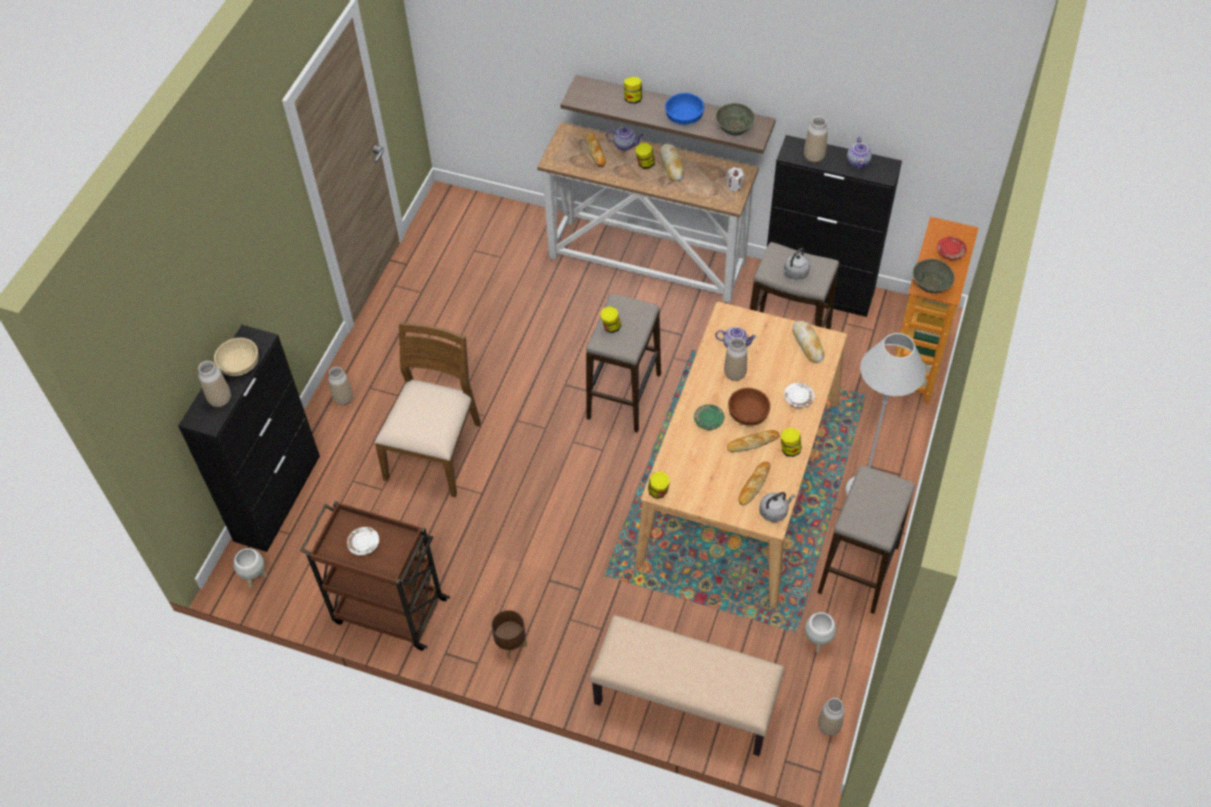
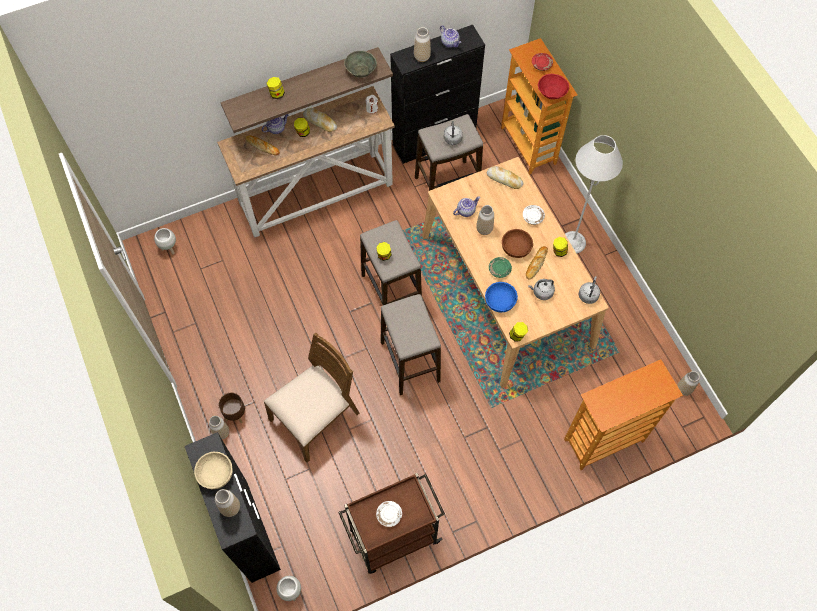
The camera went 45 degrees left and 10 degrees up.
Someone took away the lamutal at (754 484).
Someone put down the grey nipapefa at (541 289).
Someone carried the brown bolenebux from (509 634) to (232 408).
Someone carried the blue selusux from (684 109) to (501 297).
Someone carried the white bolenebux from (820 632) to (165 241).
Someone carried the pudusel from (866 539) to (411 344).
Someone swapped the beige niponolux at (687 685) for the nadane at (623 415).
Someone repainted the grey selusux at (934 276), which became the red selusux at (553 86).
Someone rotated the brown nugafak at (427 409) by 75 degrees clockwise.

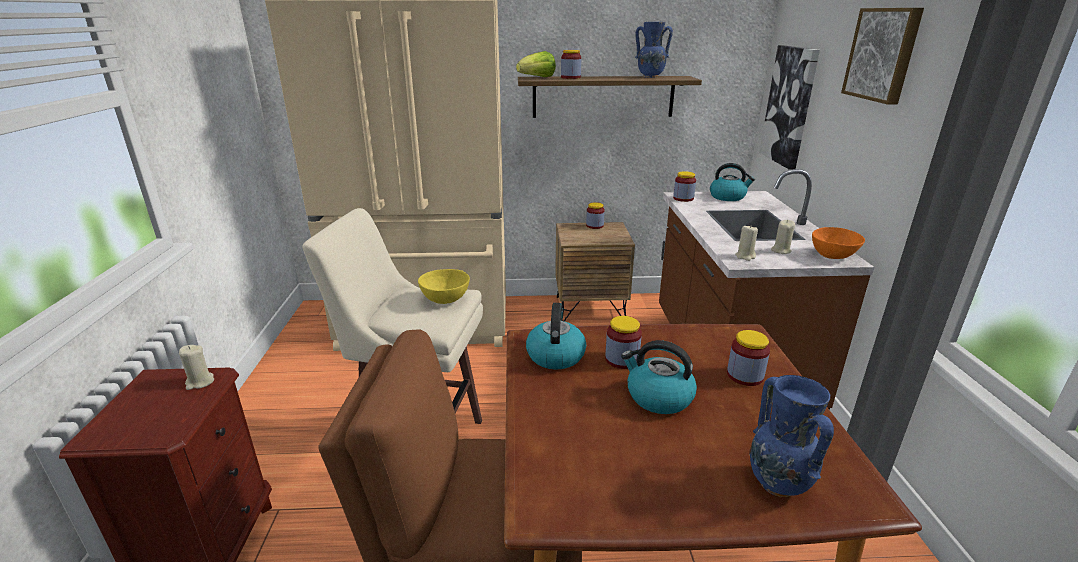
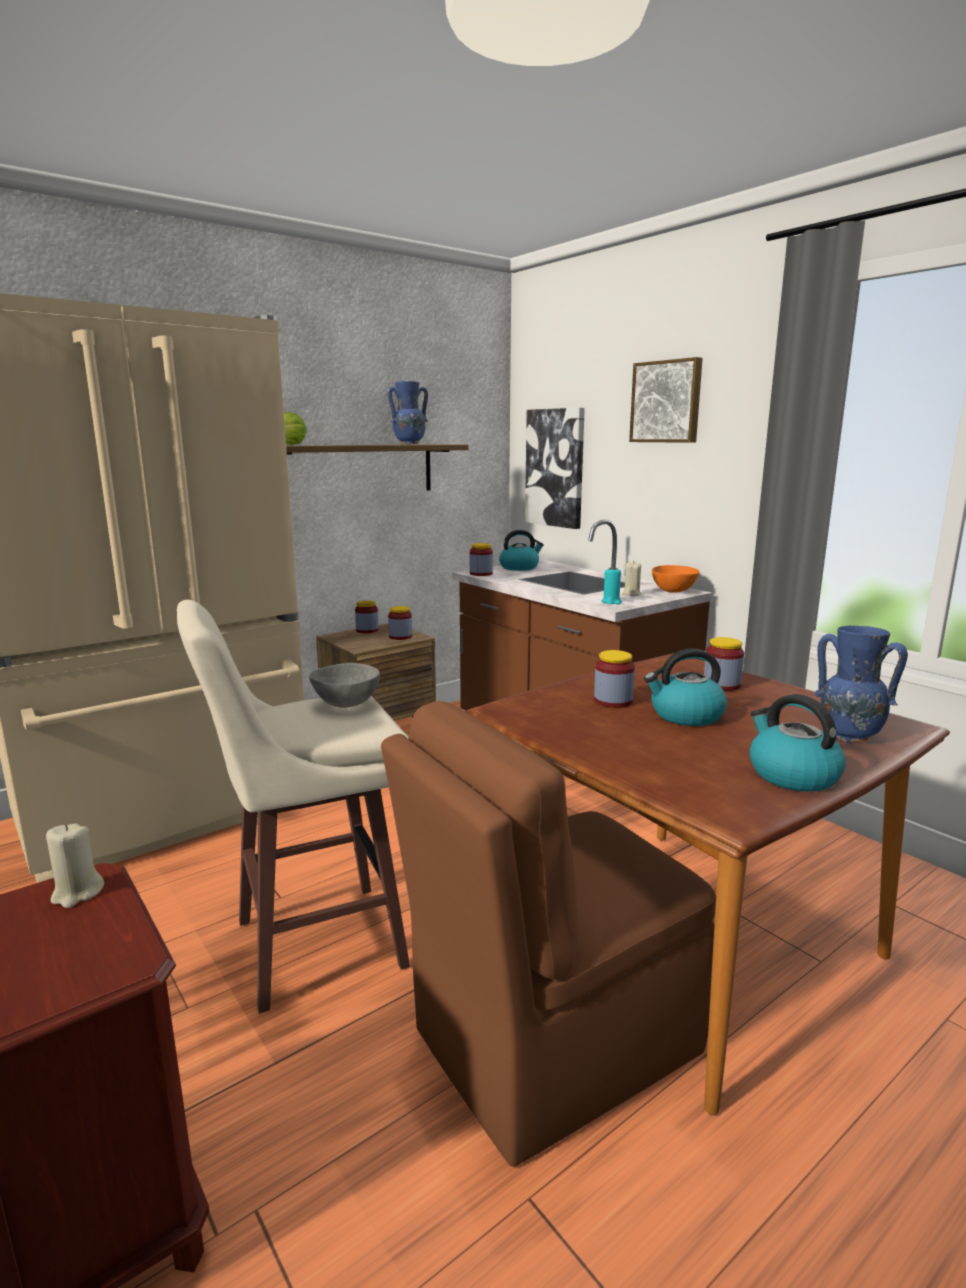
The camera went 35 degrees left and 10 degrees down.
Someone carried the nipapefa from (556 336) to (798 743).
Someone carried the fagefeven from (571 64) to (400 623).
Someone repainted the yellow selusux at (444 286), which became the grey selusux at (344 685).
Someone repainted the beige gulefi at (746 243), which became the turquoise gulefi at (612 585).

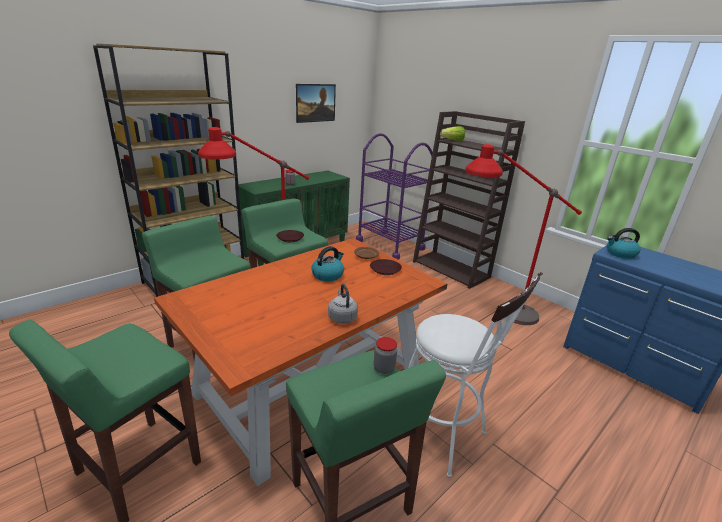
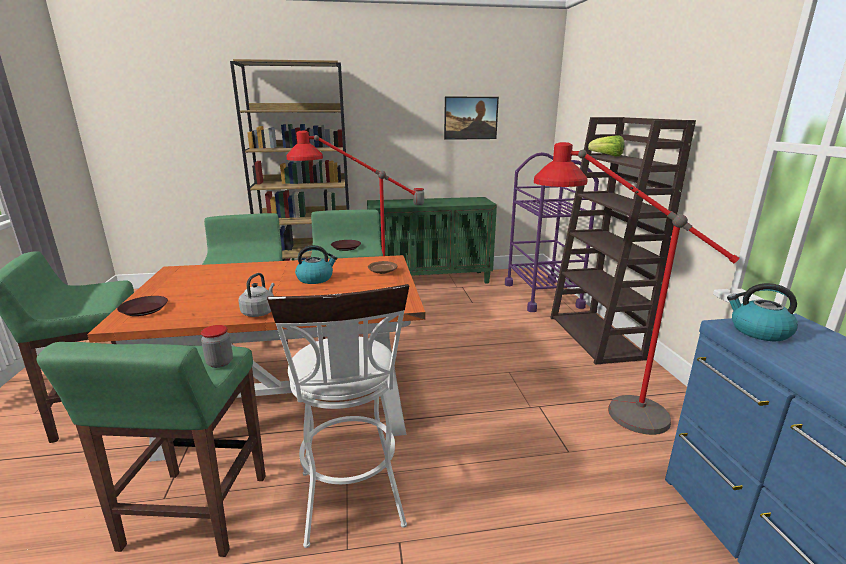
The camera went 35 degrees right and 5 degrees down.
Someone carried the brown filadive from (386 267) to (142 306).

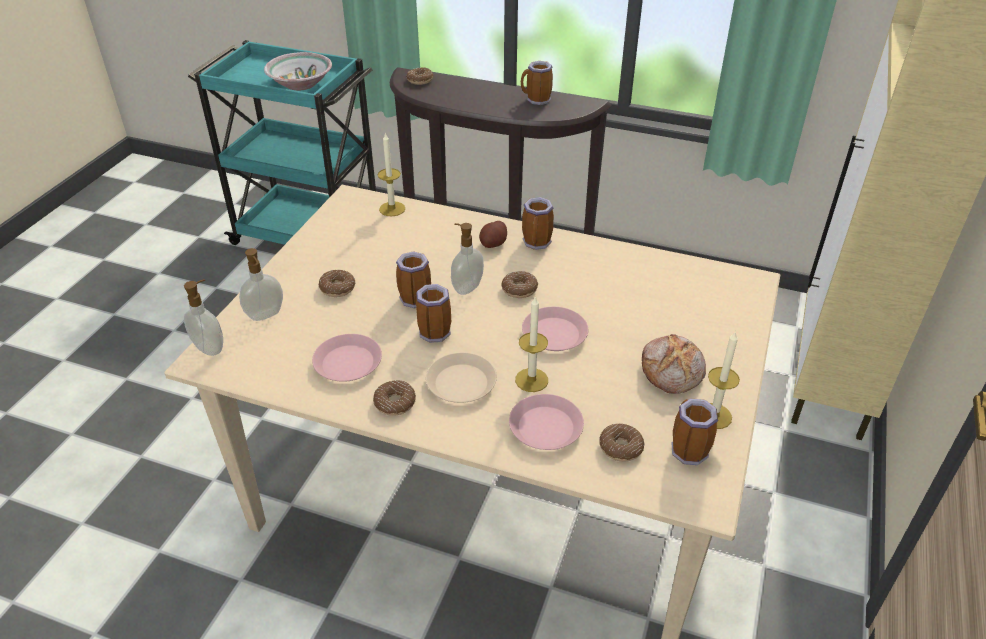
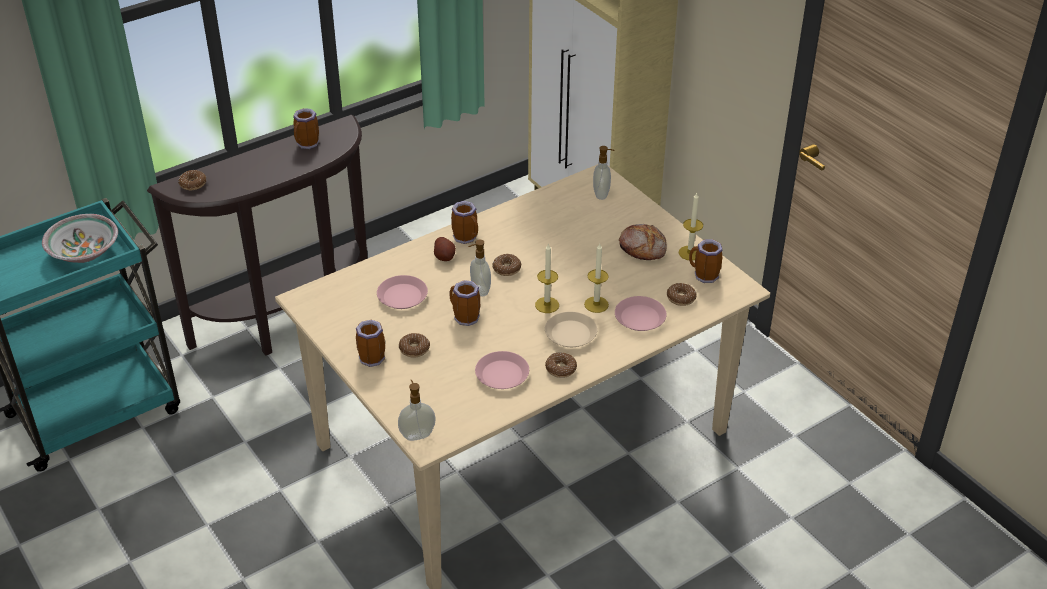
The camera went 55 degrees left and 0 degrees up.
Someone carried the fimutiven from (261 284) to (603 173).
Someone carried the gulefi from (391 174) to (547 278).
Someone carried the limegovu from (433 313) to (370 343).
Someone carried the pink filadive from (555 329) to (402 292).

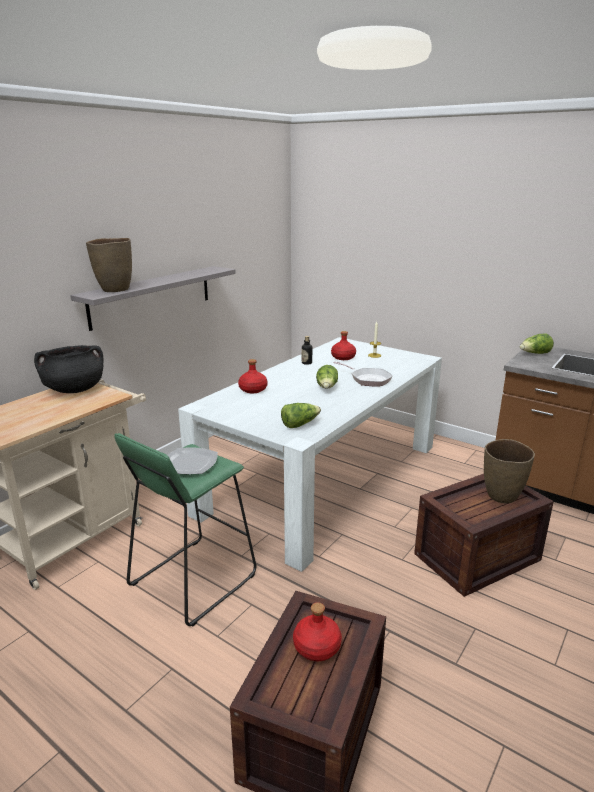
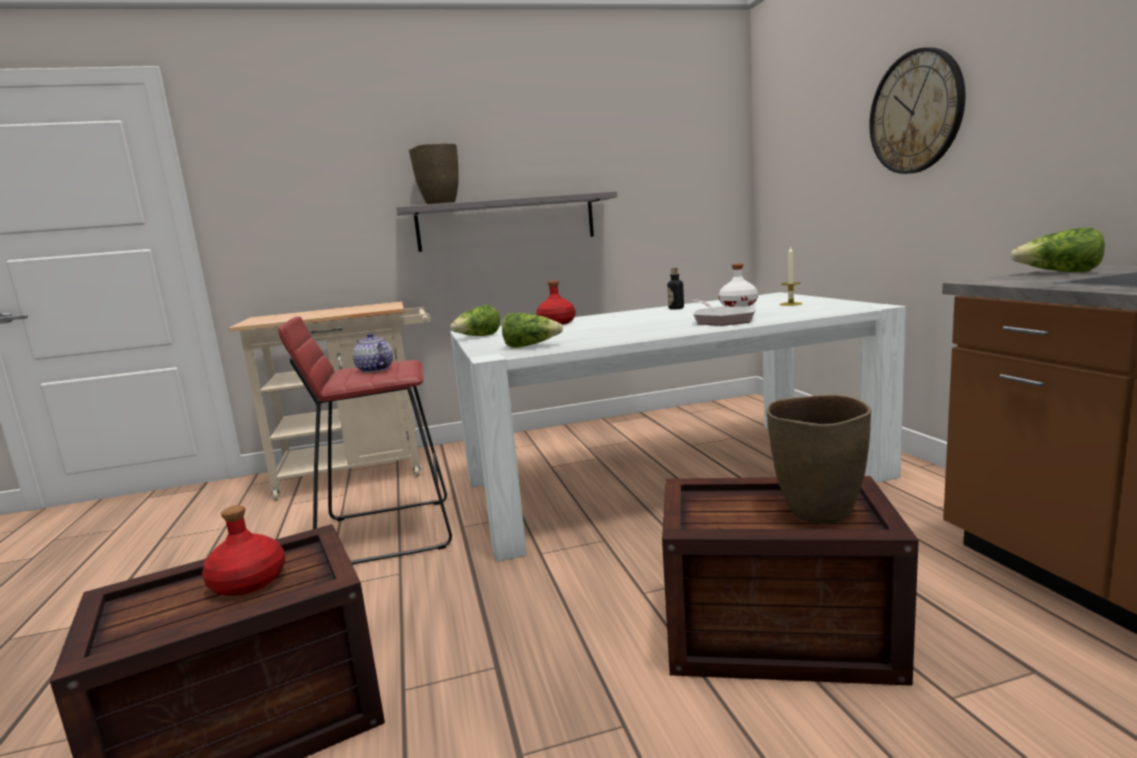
The camera went 40 degrees right and 10 degrees down.
Someone took away the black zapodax at (69 369).
Someone put up the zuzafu at (917 110).
Someone carried the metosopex from (327 377) to (475 320).
Someone swapped the filadive at (193 461) for the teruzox at (373 353).
Someone repainted the green pudusel at (185 530), which became the red pudusel at (365 440).
Someone repainted the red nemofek at (343 345), which became the white nemofek at (738 285).

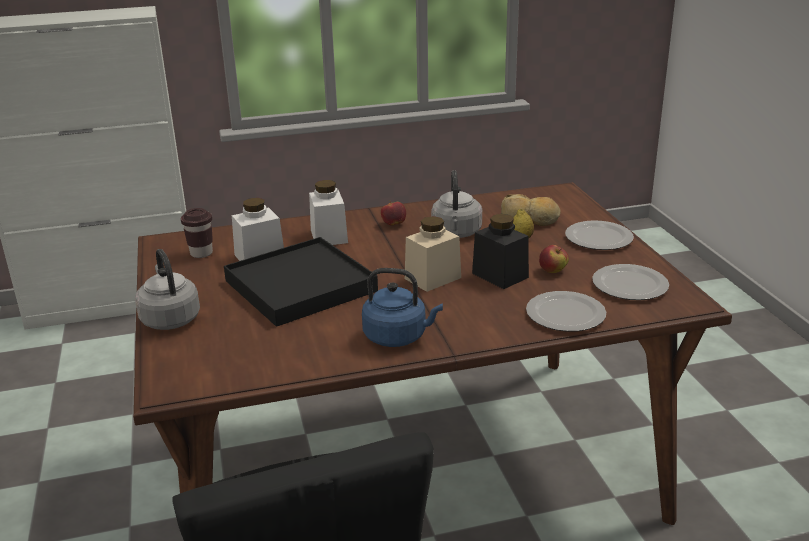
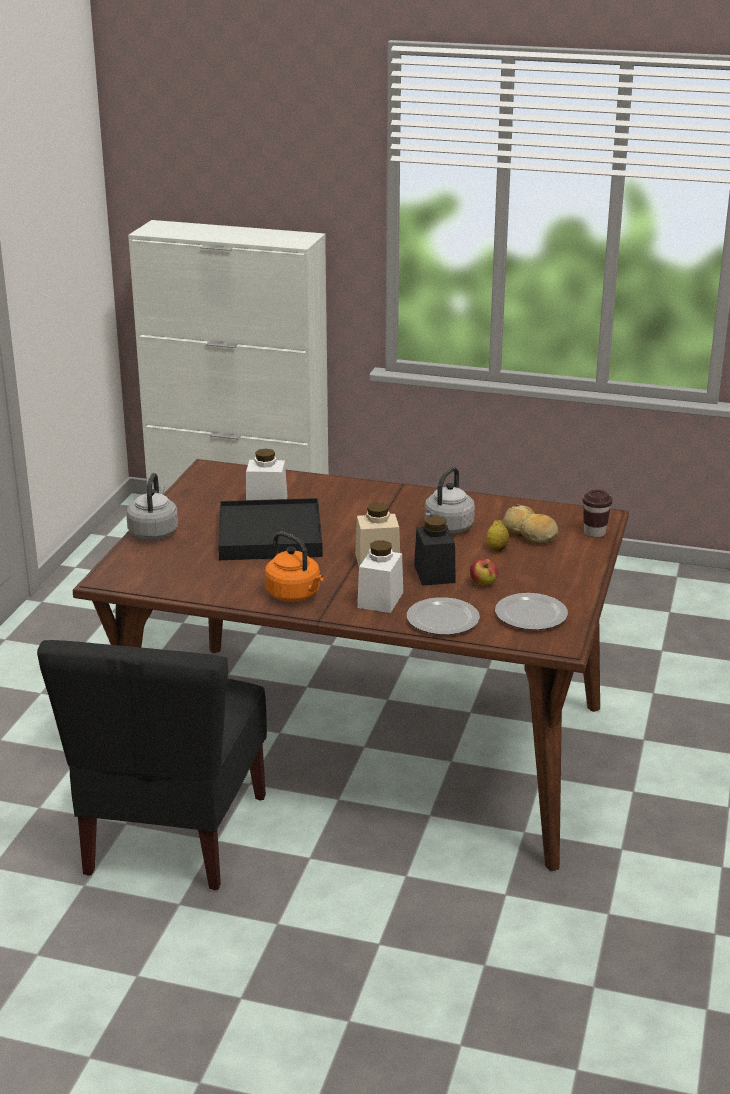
The camera went 30 degrees right and 0 degrees up.
Someone took away the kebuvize at (393 213).
Someone took away the filadive at (599 235).
Someone carried the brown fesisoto from (197 233) to (597 514).
Someone carried the white fagefeven from (328 212) to (380 576).
Someone repainted the blue nipapefa at (402 307), which became the orange nipapefa at (294 567).

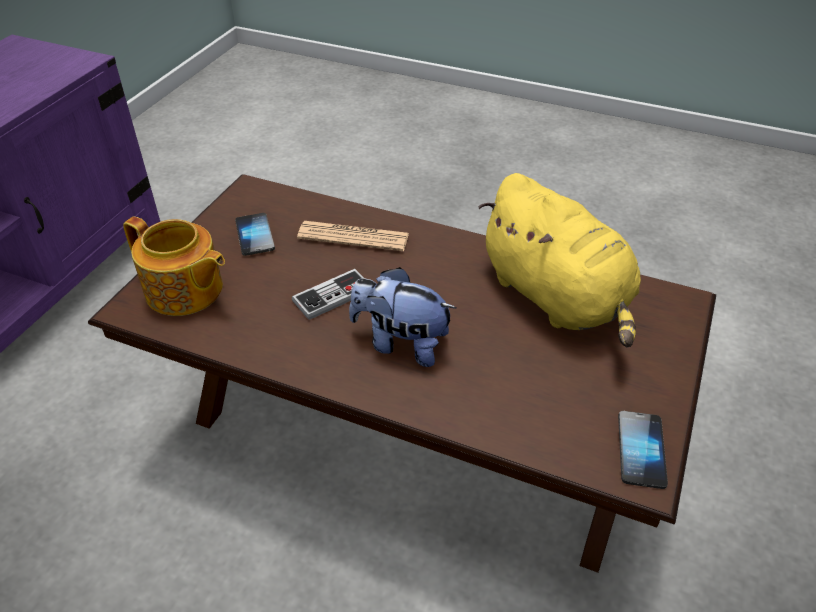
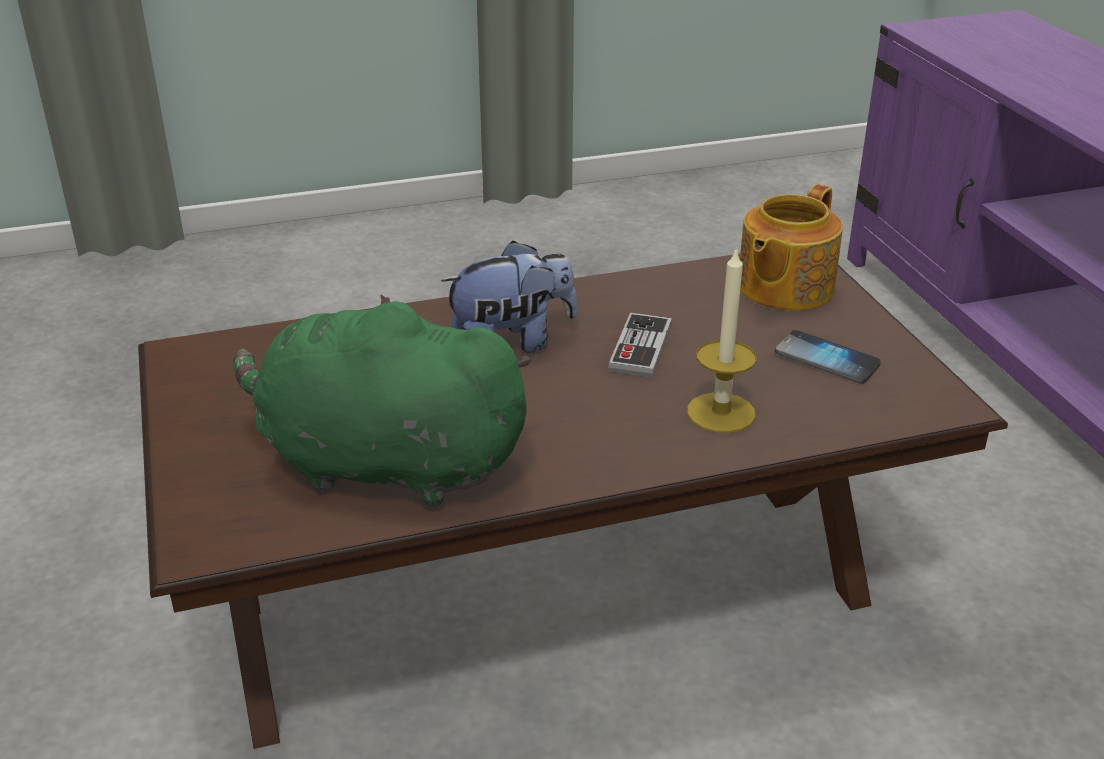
The camera went 140 degrees right and 10 degrees down.
Someone took away the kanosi at (643 450).
Someone swapped the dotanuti at (353 236) for the gulefi at (722 340).
Someone repainted the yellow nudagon at (560 260), which became the green nudagon at (382 400).
Someone rotated the teruzox at (174 266) by 45 degrees counterclockwise.

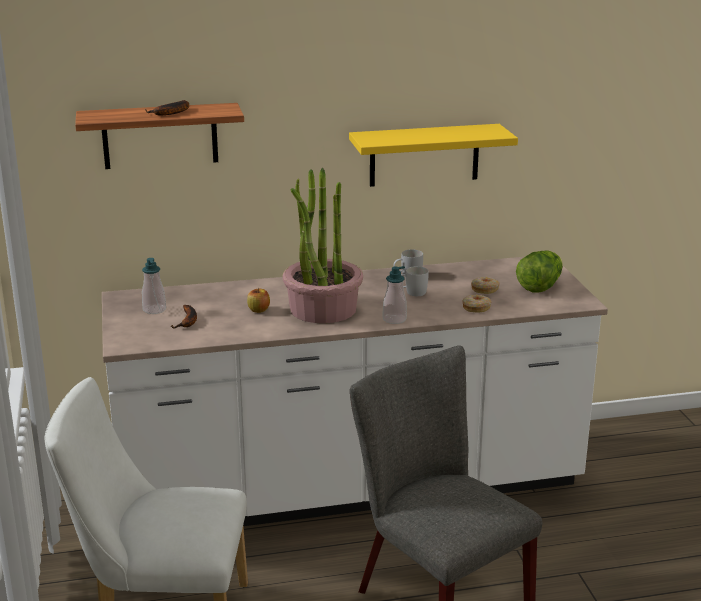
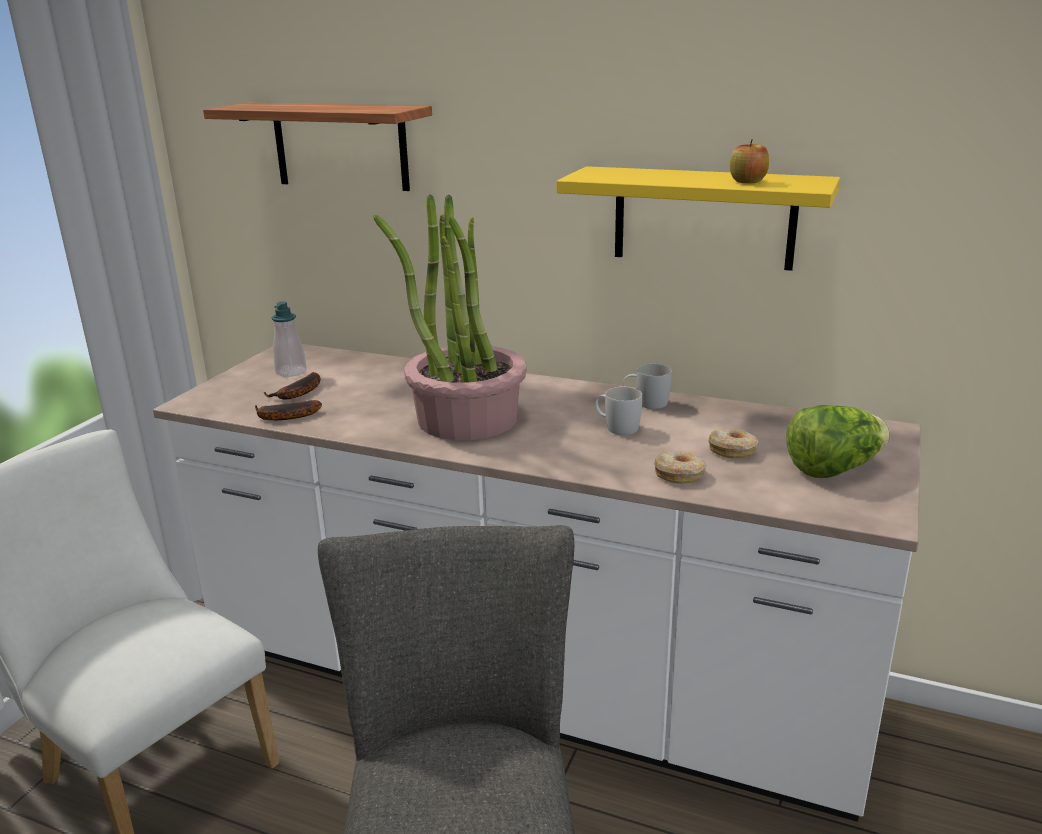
The camera went 35 degrees right and 0 degrees up.
Someone took away the fimutiven at (395 295).
Someone carried the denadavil from (167 108) to (288 410).
Someone carried the kebuvize from (258 300) to (749 161).

